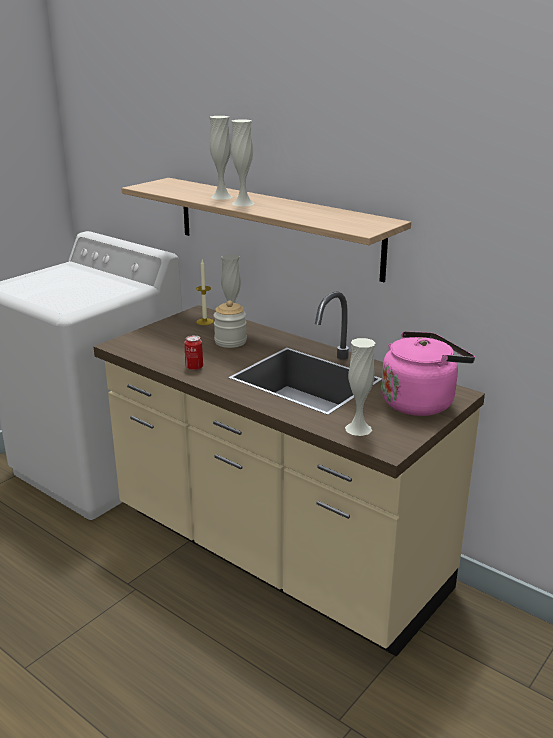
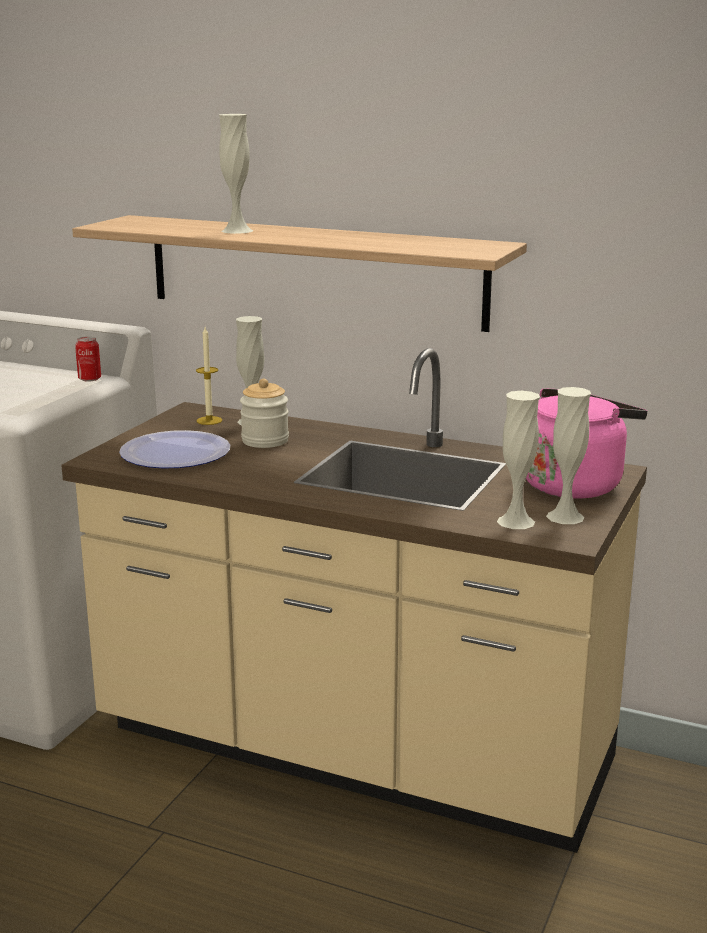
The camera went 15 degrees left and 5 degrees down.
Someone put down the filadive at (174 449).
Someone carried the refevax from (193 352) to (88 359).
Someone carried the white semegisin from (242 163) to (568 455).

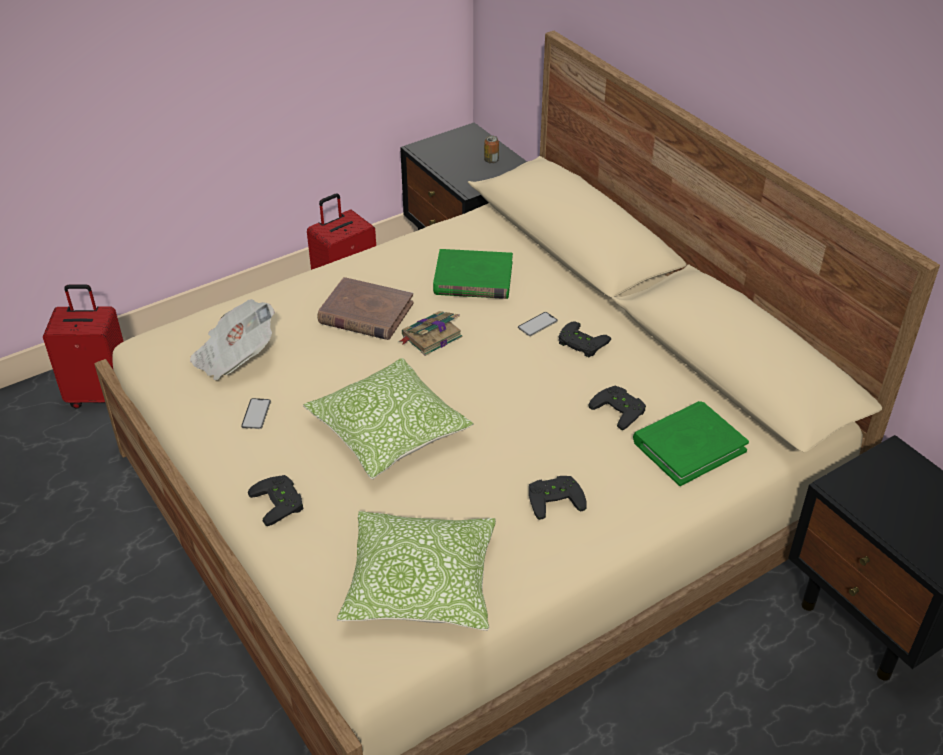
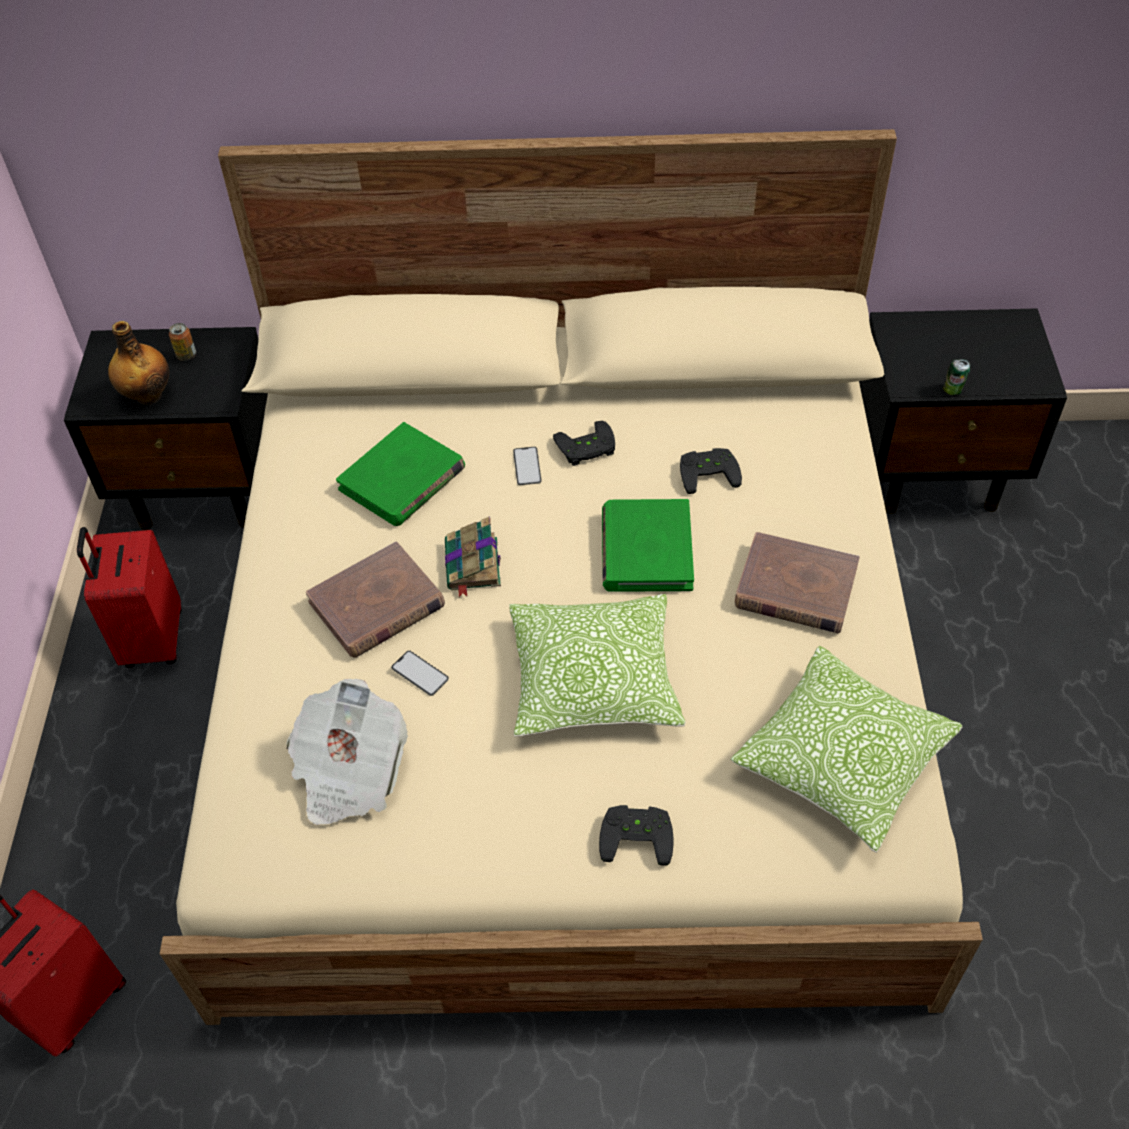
The camera went 55 degrees left and 10 degrees up.
Someone put down the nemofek at (138 363).
Someone put down the refevax at (956 377).
Someone carried the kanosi from (256 413) to (420 673).
Someone carried the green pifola from (691 443) to (648 545).
Someone swapped the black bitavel at (558 498) for the brown pifola at (797 582).

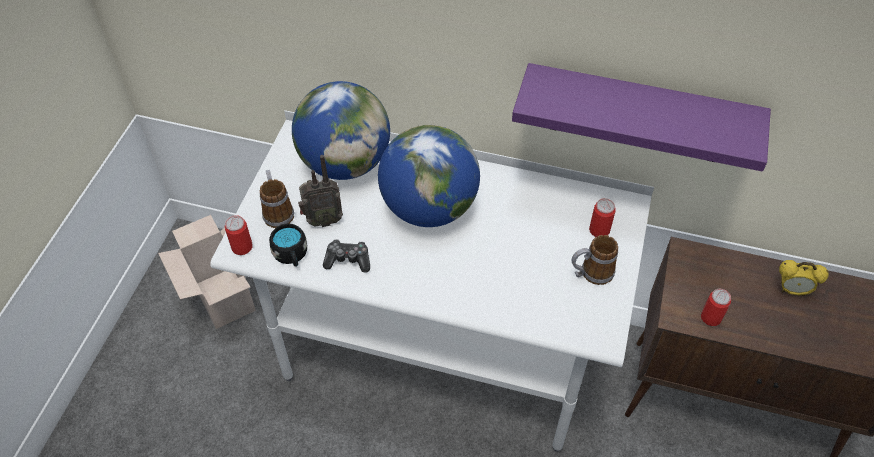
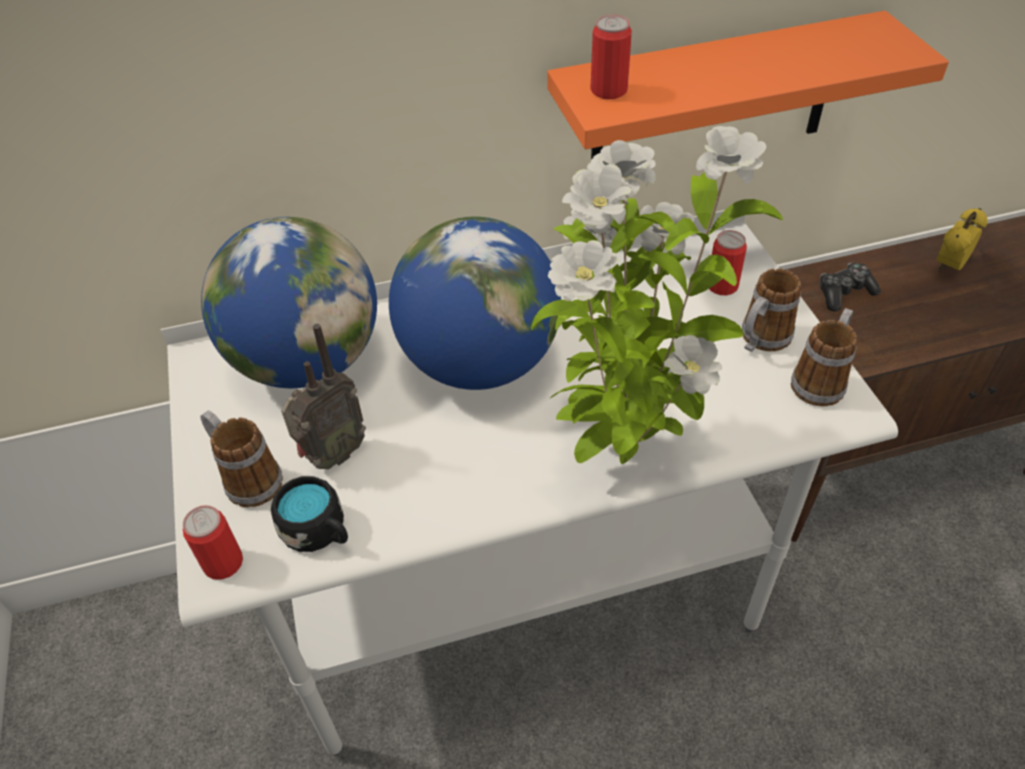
The camera went 30 degrees left and 5 degrees down.
Someone took away the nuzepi at (207 272).
Someone put down the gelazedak at (657 295).
Someone put down the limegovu at (824 357).
Someone carried the bitavel from (346 256) to (850 287).
Someone carried the refevax from (716 307) to (611 57).
Someone repainted the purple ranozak at (641 117), which became the orange ranozak at (748 85).
Someone rotated the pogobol at (804 278) by 150 degrees clockwise.

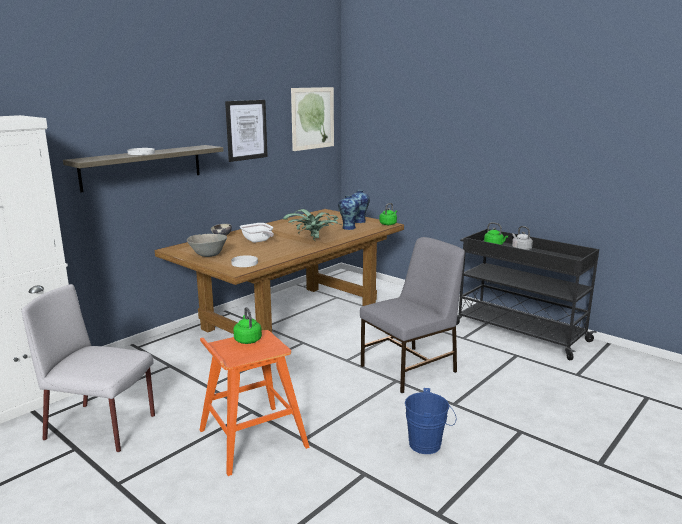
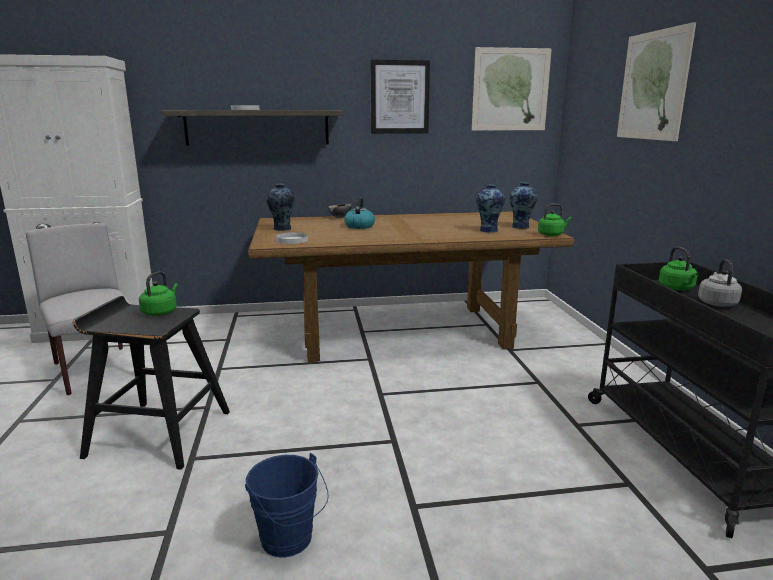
The camera went 40 degrees right and 0 degrees up.
Someone took away the gelazedak at (312 225).
Someone took away the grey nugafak at (412 315).
Someone put up the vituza at (656 81).
Someone swapped the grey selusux at (207 245) for the semegisin at (280 207).
Someone swapped the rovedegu at (257 233) for the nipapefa at (359 213).
Someone repainted the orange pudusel at (255 403), which became the black pudusel at (151 383).

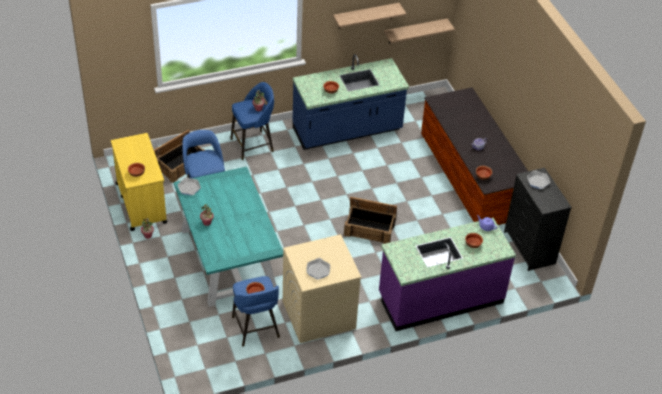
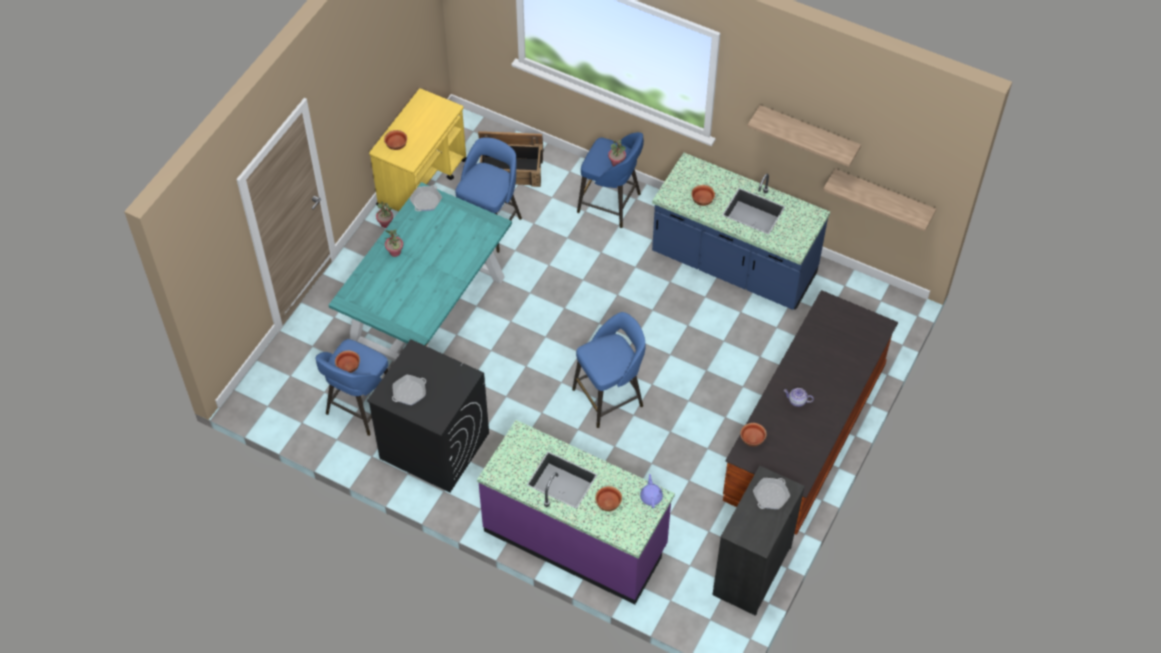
The camera went 50 degrees right and 10 degrees up.
Someone swapped the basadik at (370 220) for the blue pudusel at (609 370).
Someone repainted the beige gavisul at (322 288), which became the black gavisul at (428 415).

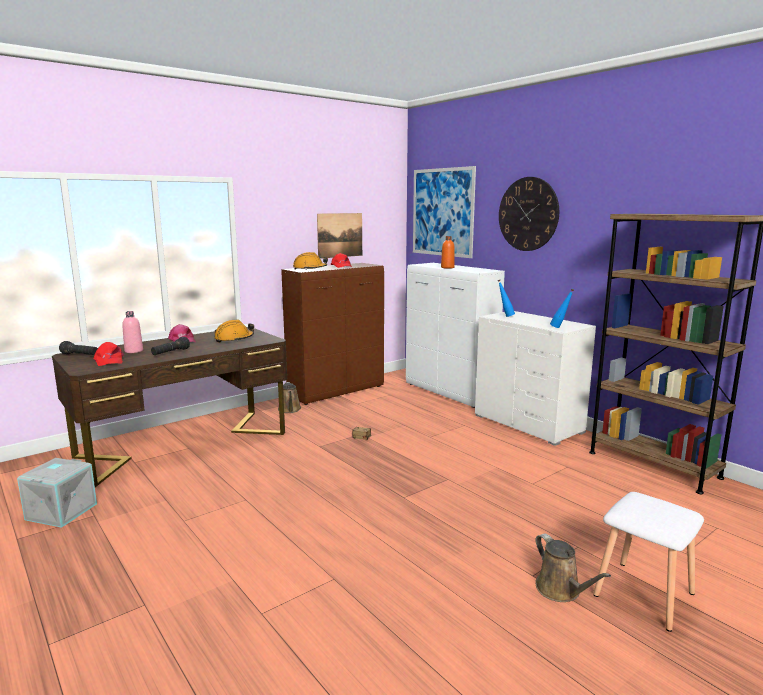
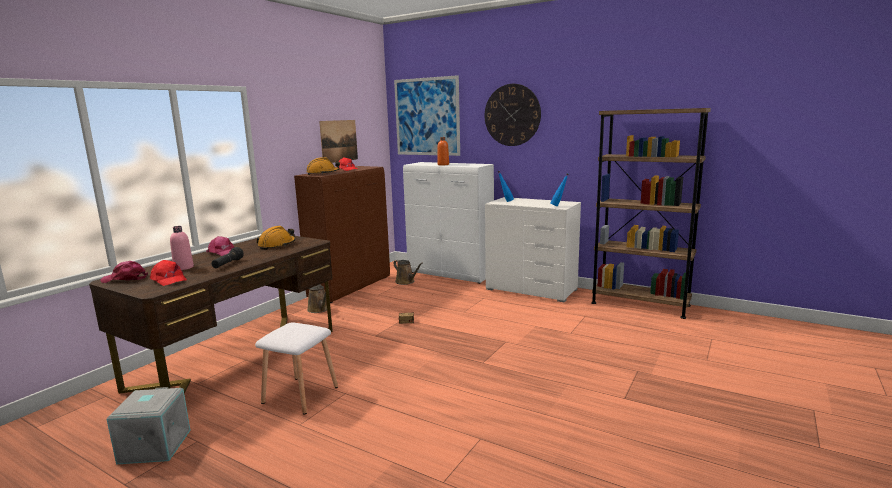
The camera went 20 degrees left and 0 degrees up.
Someone carried the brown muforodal from (573 567) to (408 272).
Someone carried the white pudusel from (648 562) to (296 368).
Someone swapped the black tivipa at (78 348) for the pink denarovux at (124 272).

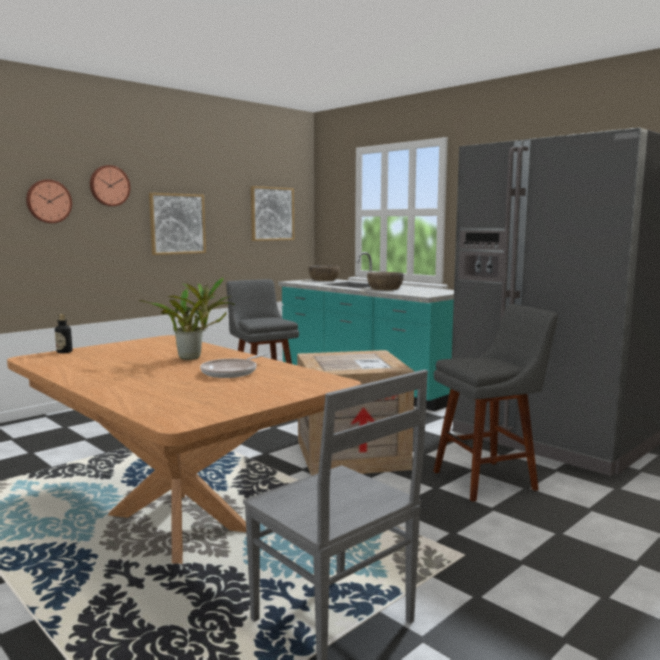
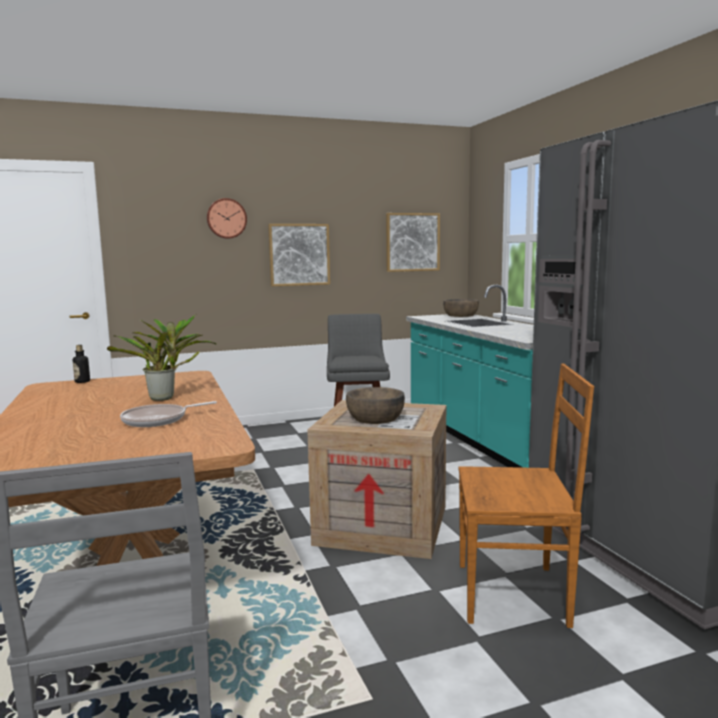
The camera went 25 degrees right and 0 degrees up.
Someone took away the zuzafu at (49 201).
Someone carried the brown selusux from (385 281) to (375 405).
Someone swapped the grey pudusel at (495 403) for the brown nugafak at (526 495).

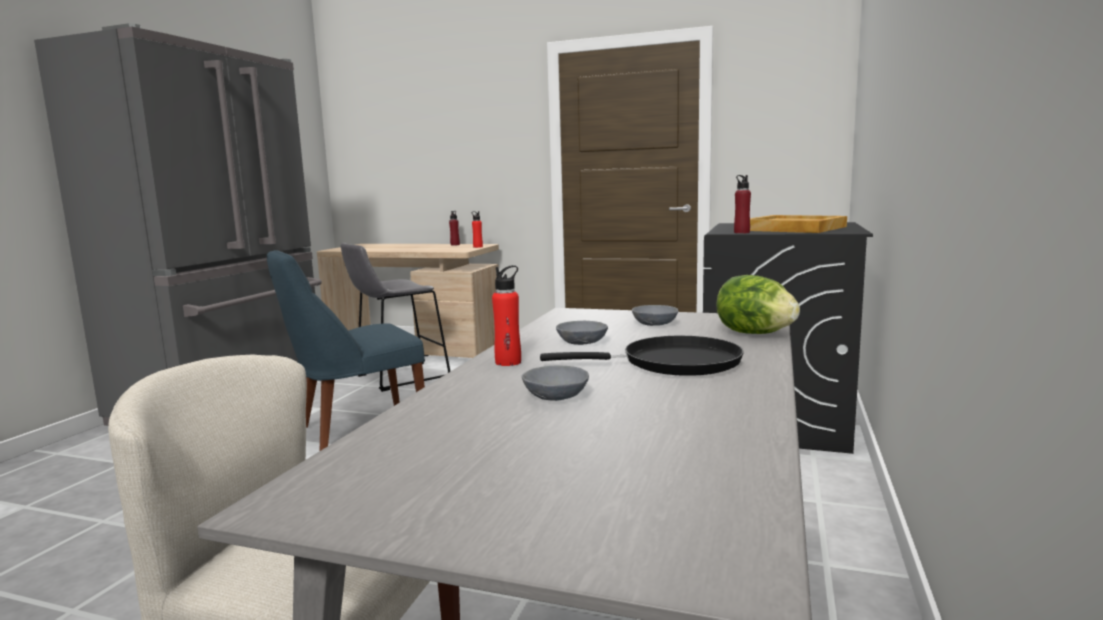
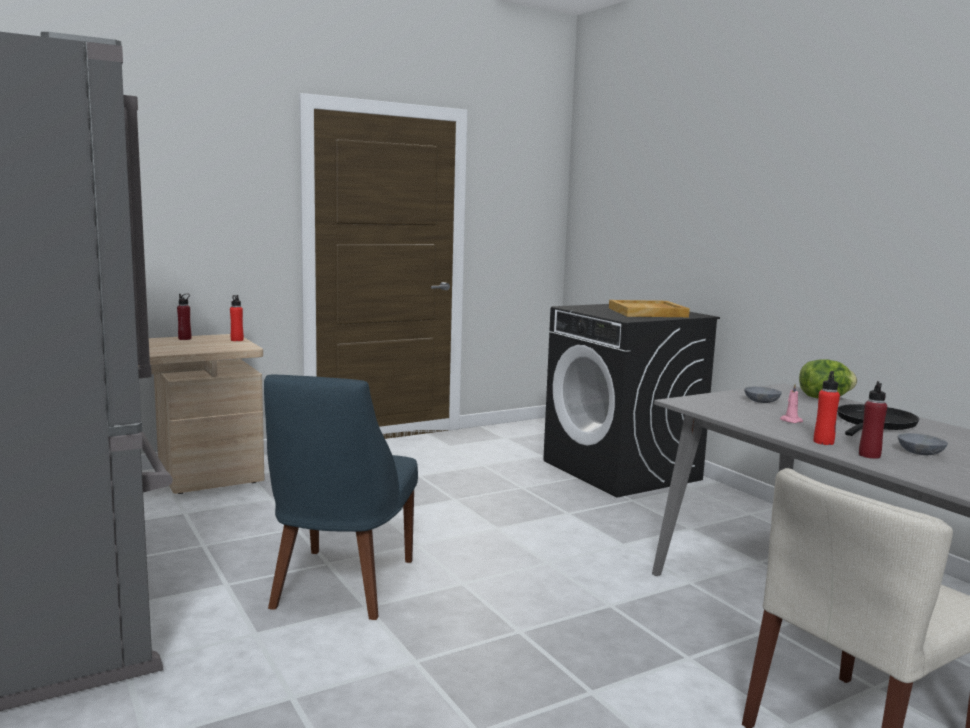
The camera went 50 degrees left and 0 degrees up.
Someone took away the grey pudusel at (395 317).
Someone carried the red nemofek from (742 204) to (873 420).
Someone swapped the grey selusux at (582 333) for the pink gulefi at (791 403).

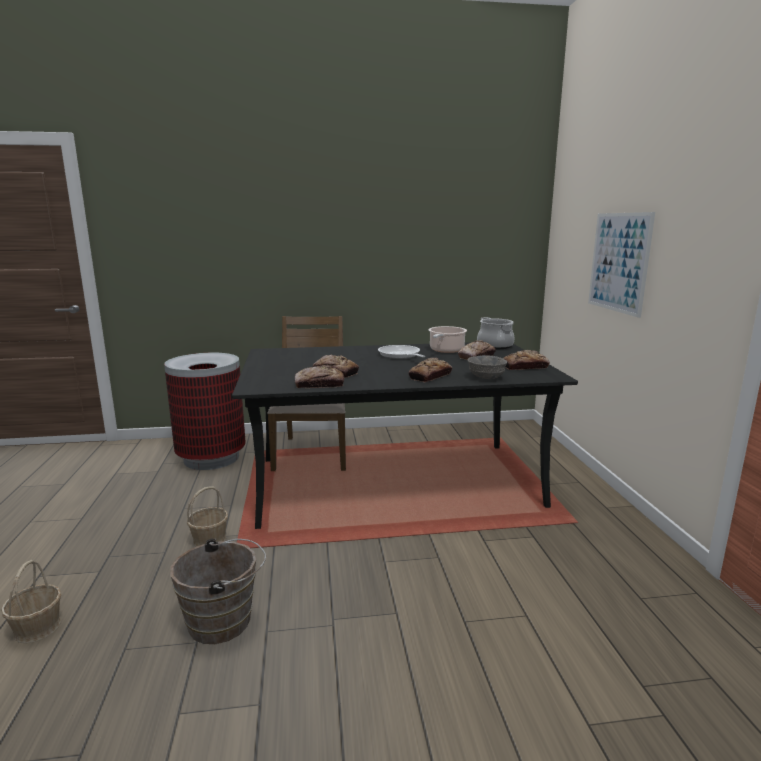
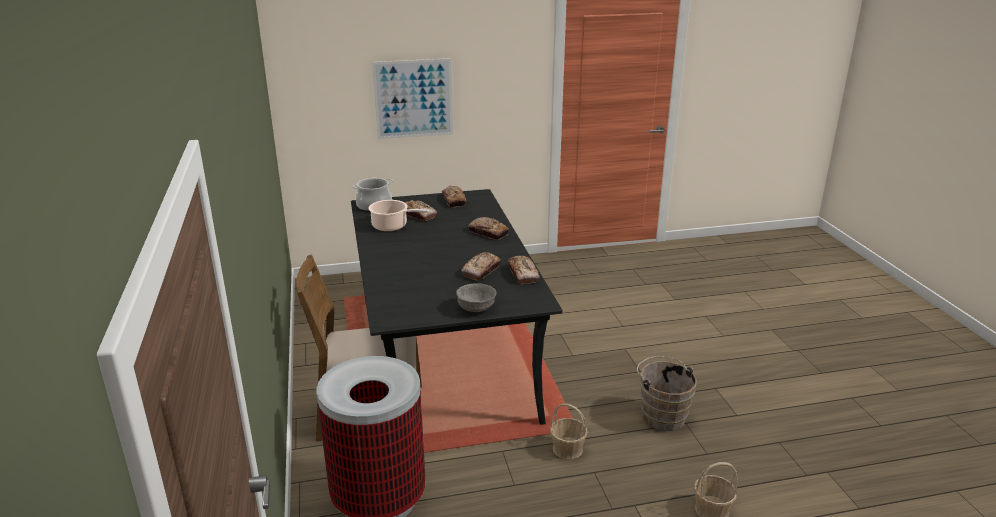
The camera went 95 degrees left and 10 degrees up.
Someone took away the rovedegu at (401 352).
Someone carried the grey selusux from (487 367) to (476 297).

